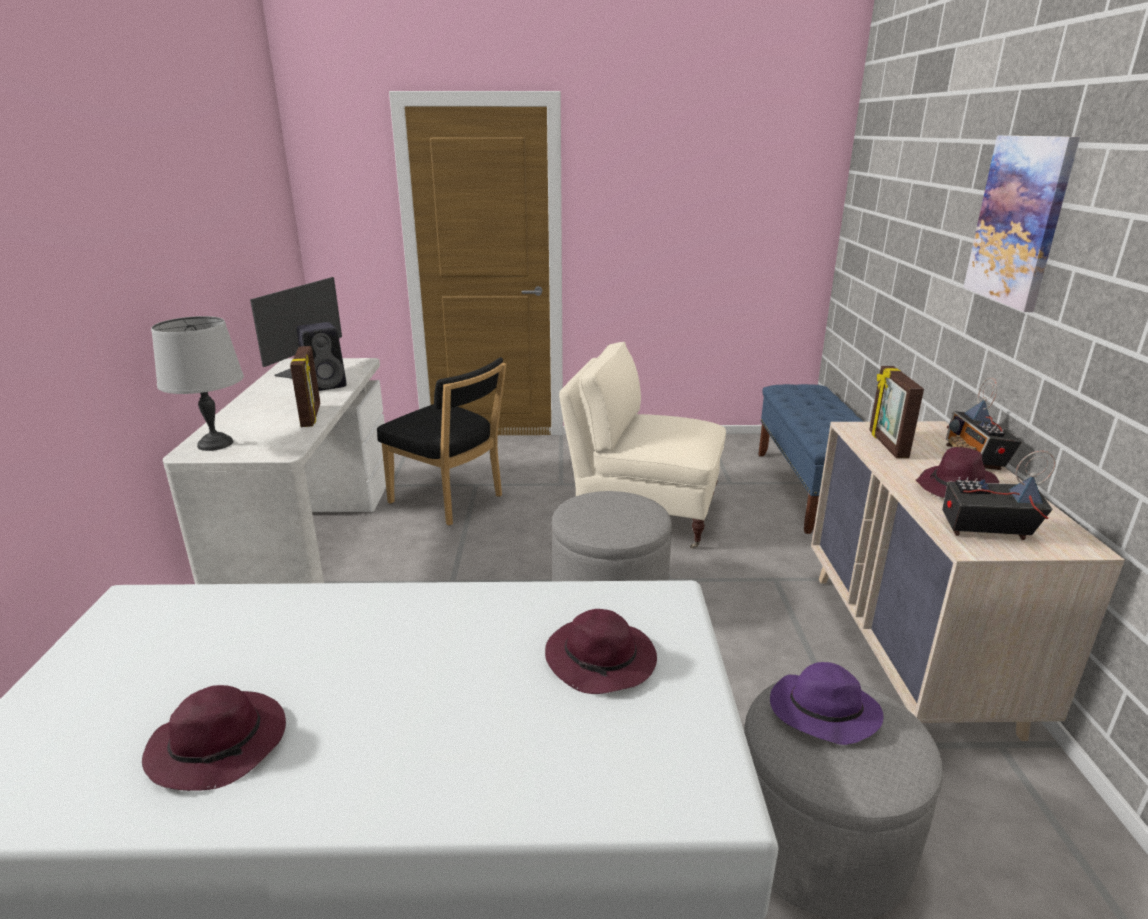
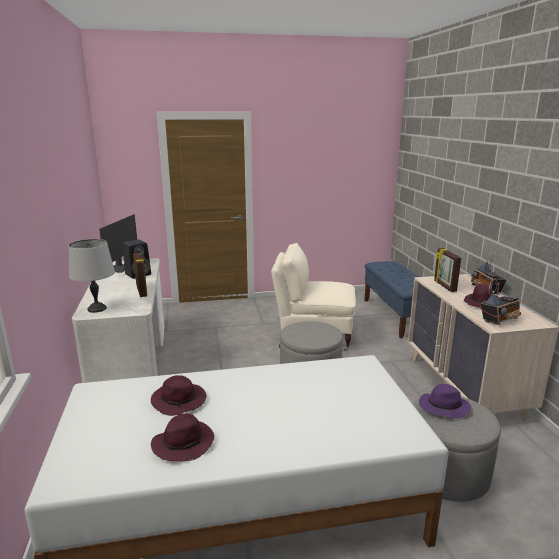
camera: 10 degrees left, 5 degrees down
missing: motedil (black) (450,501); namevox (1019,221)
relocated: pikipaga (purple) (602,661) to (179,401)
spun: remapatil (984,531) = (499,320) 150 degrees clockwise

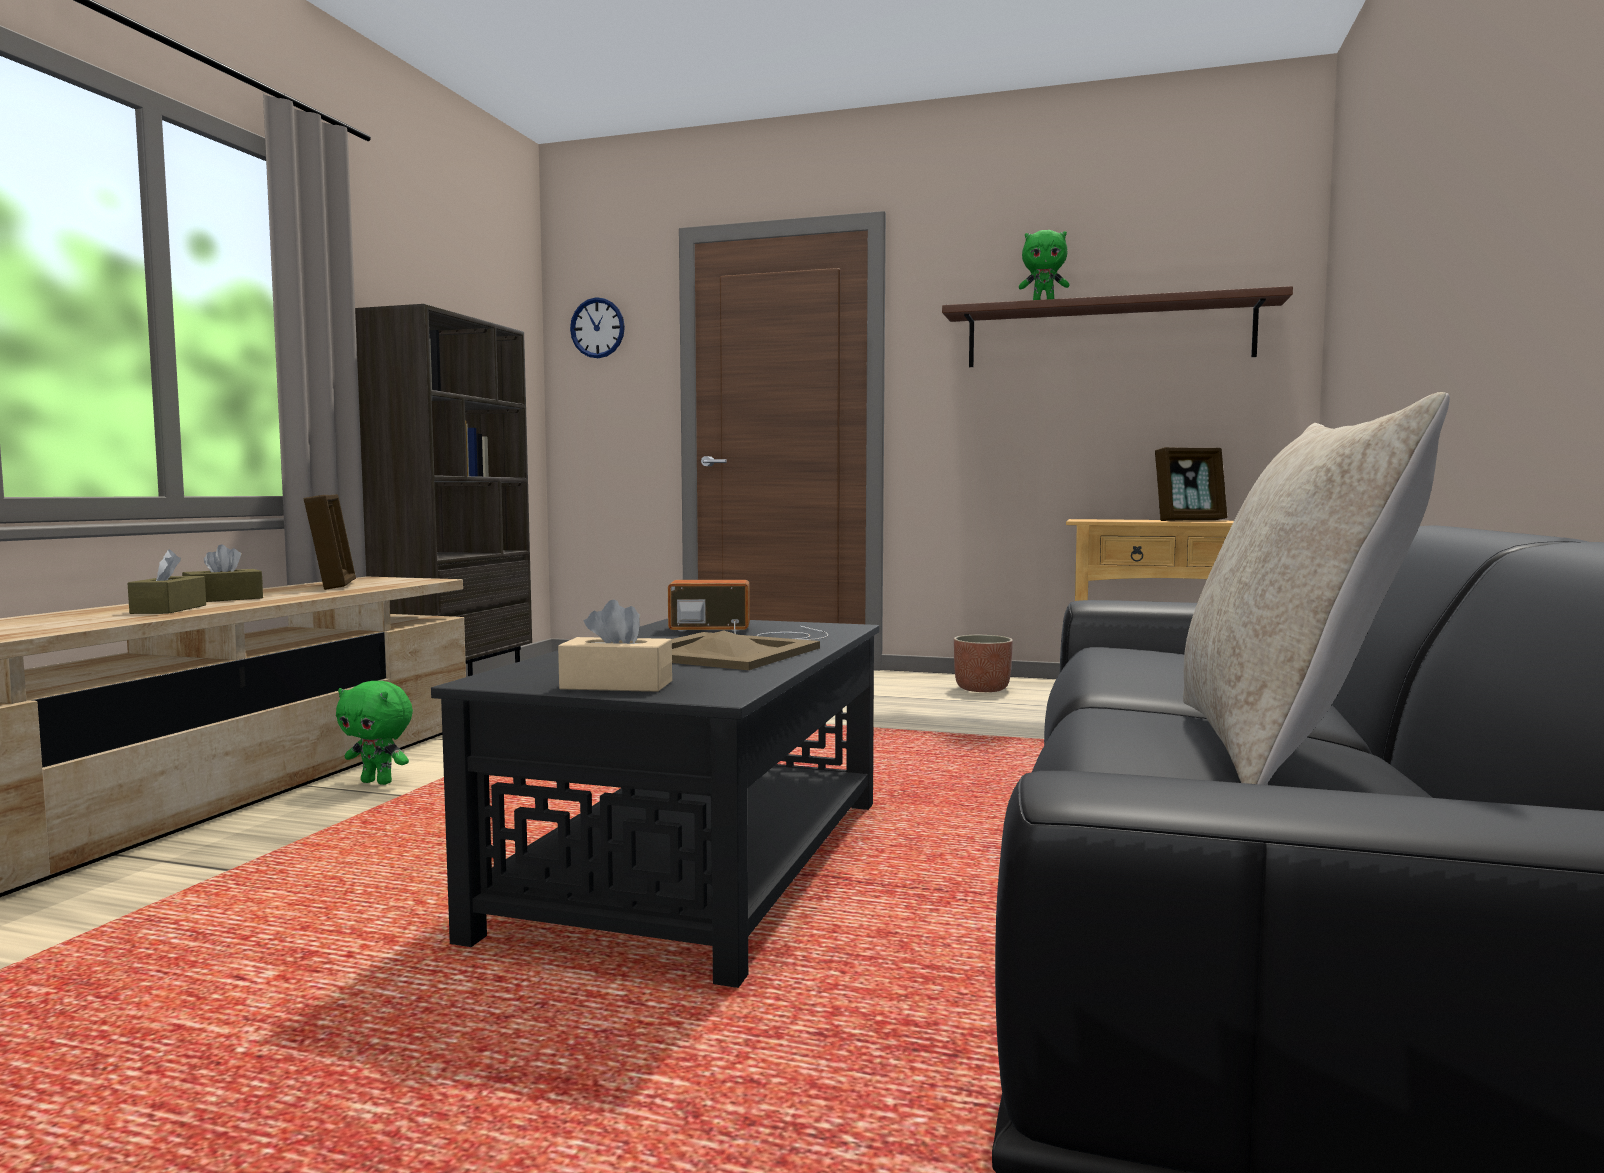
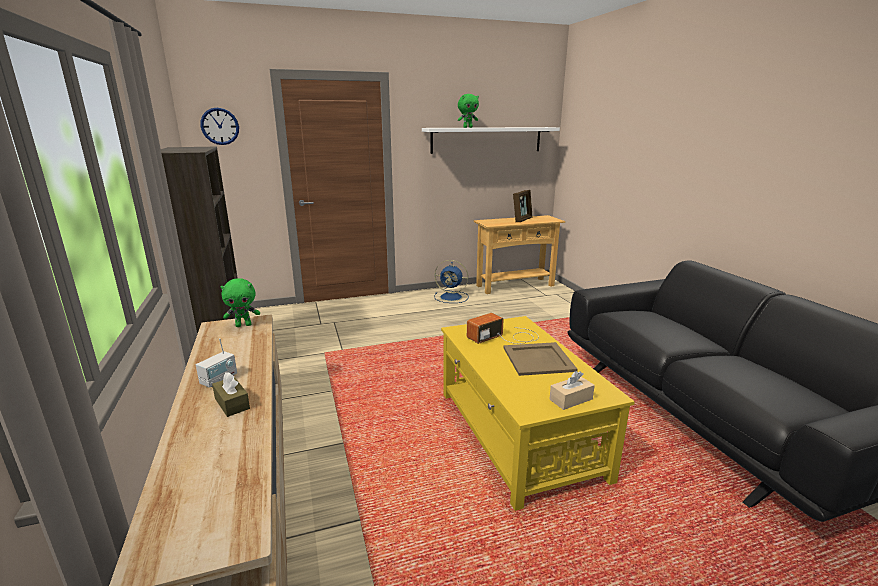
camera: 35 degrees left, 15 degrees up
missing: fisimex (333,585); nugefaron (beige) (1280,747)
relocated: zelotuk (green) (378,782) to (244,325)
exchanged: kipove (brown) (223,599) to remapatil (219,379); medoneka (982,689) to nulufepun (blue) (452,297)
colour: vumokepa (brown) (1107,334) to vumokepa (white) (486,140); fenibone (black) (697,864) to fenibone (yellow) (518,434)

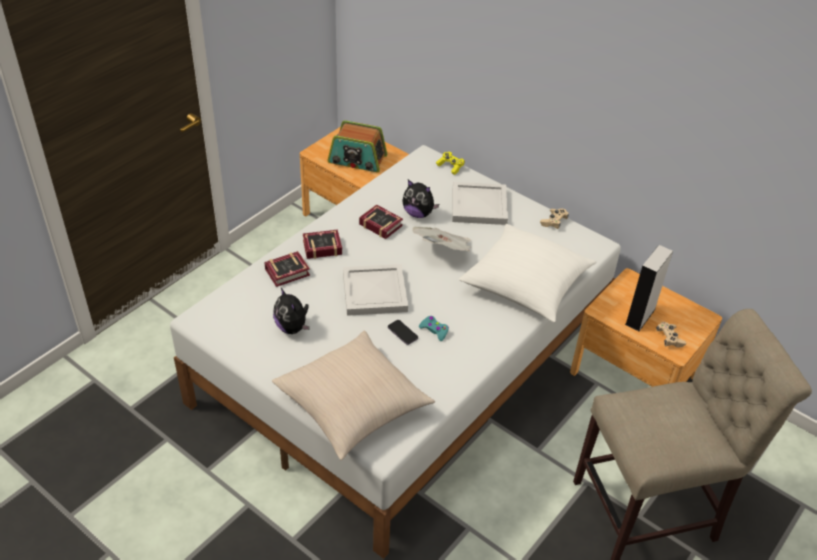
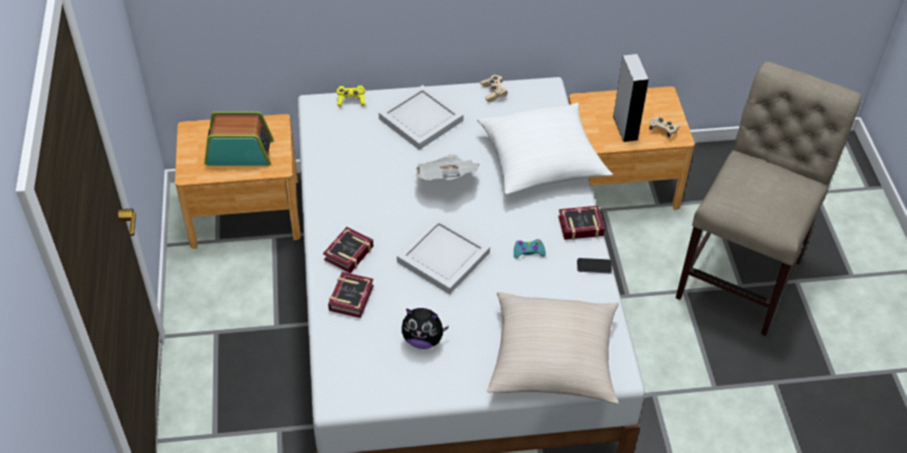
camera: 45 degrees left, 5 degrees up
missing: zelotuk (418,213)
relocated: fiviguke (380,224) to (578,225); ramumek (402,333) to (594,266)
spun: remapatil (357,159) = (239,152) 150 degrees counterclockwise

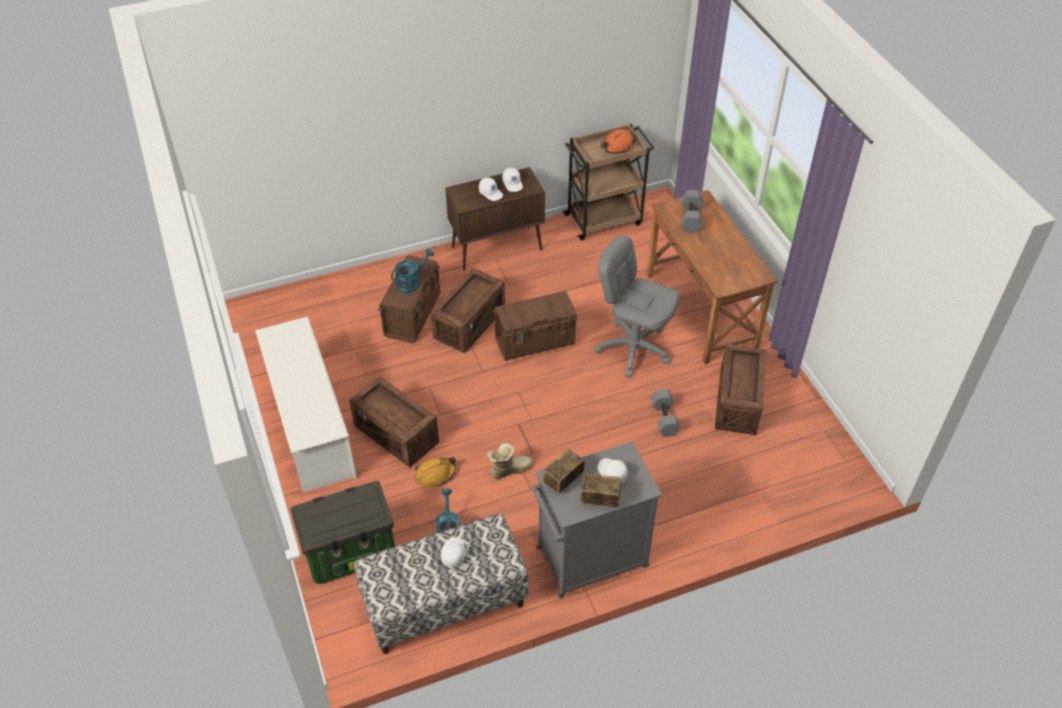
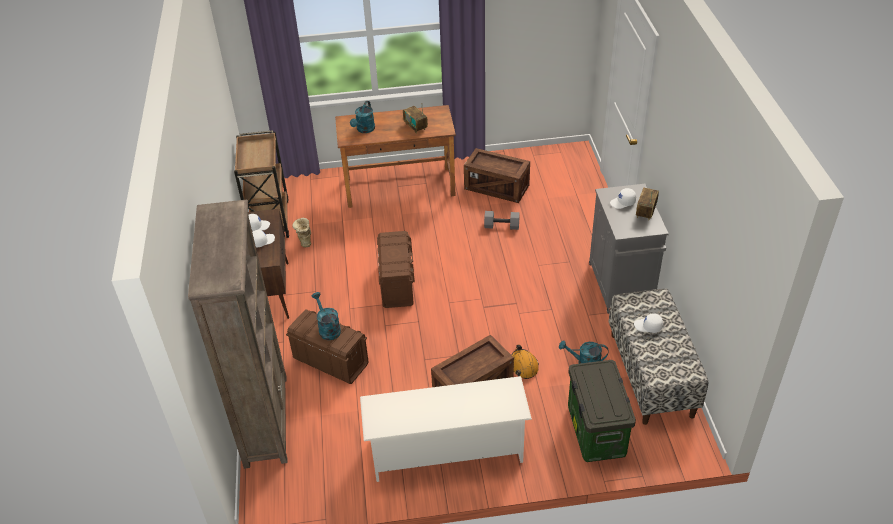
camera: 75 degrees left, 5 degrees down
missing: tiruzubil (469,323); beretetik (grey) (633,348); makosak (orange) (617,146)
appeared: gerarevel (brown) (266,420)
relocated: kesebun (509,469) to (304,239); remapatil (563,480) to (415,126)
exchanged: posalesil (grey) (691,218) to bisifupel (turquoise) (364,130)

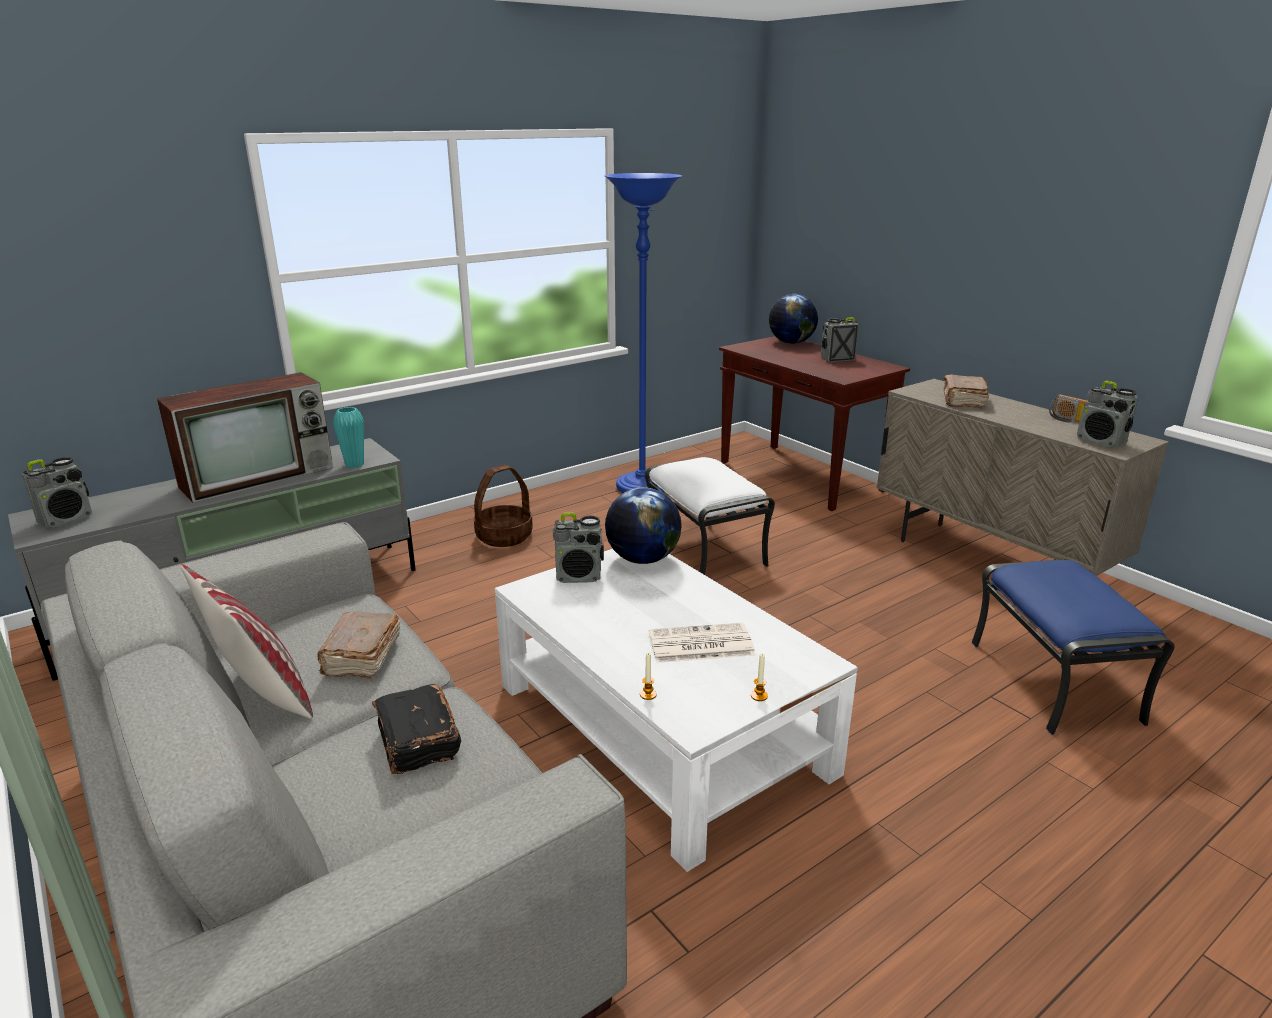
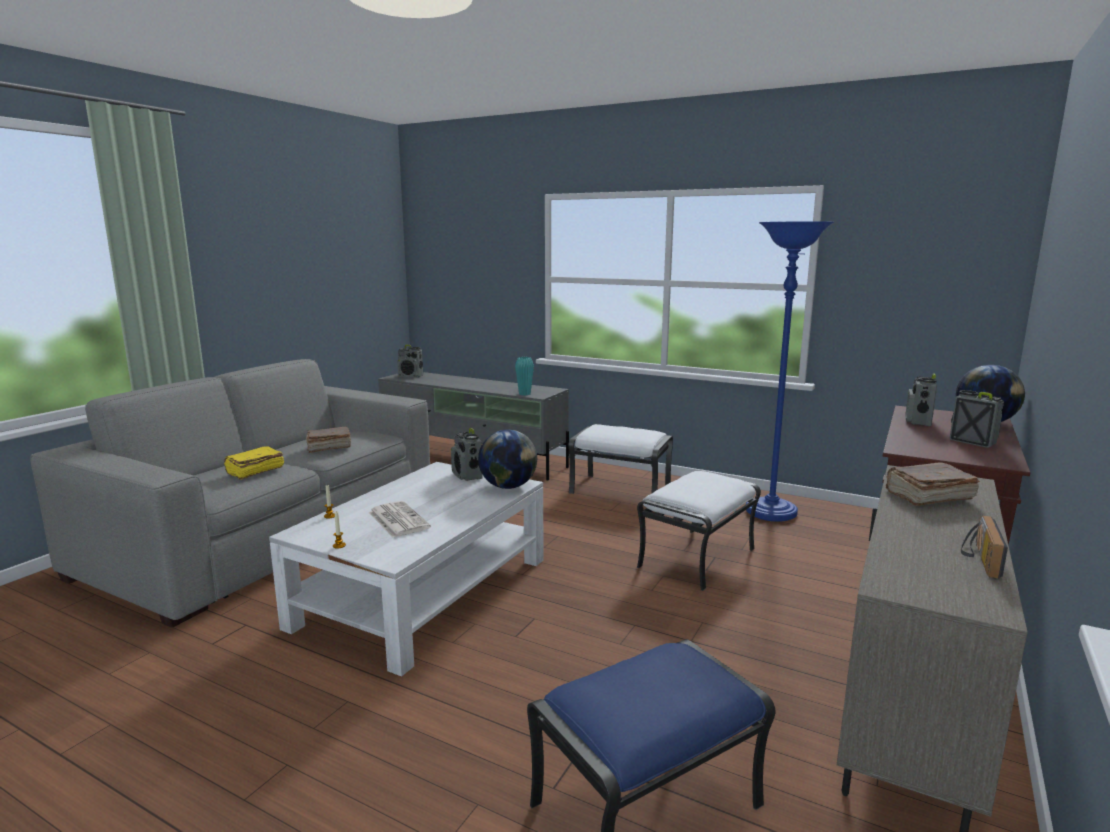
camera: 65 degrees right, 10 degrees down
missing: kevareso (260,476); nugefaron (262,694)
relocated: remapatil (1101,441) to (918,421)
exchanged: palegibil (504,536) to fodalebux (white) (621,490)
colour: fiviguke (black) (417,742) to fiviguke (yellow) (254,471)

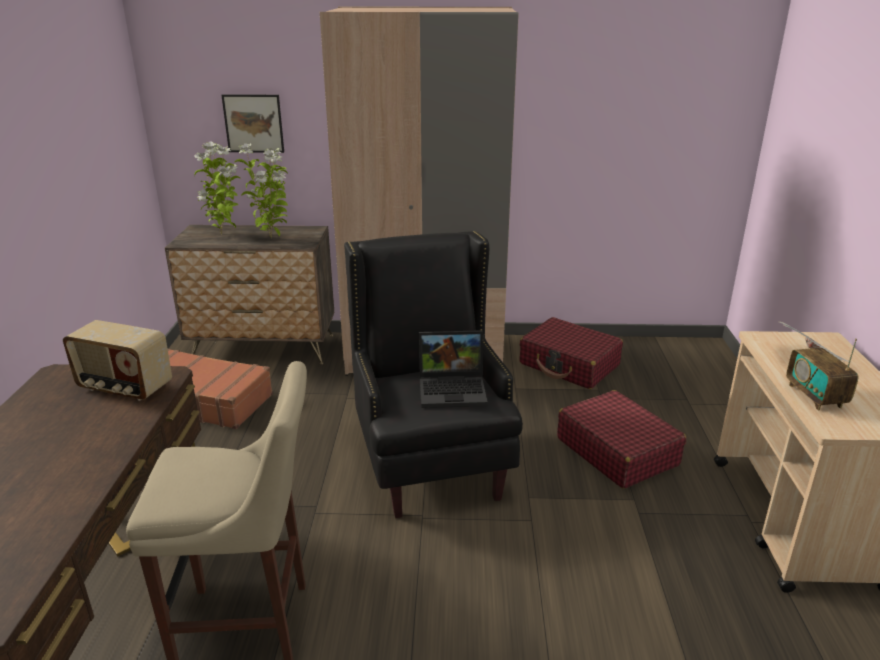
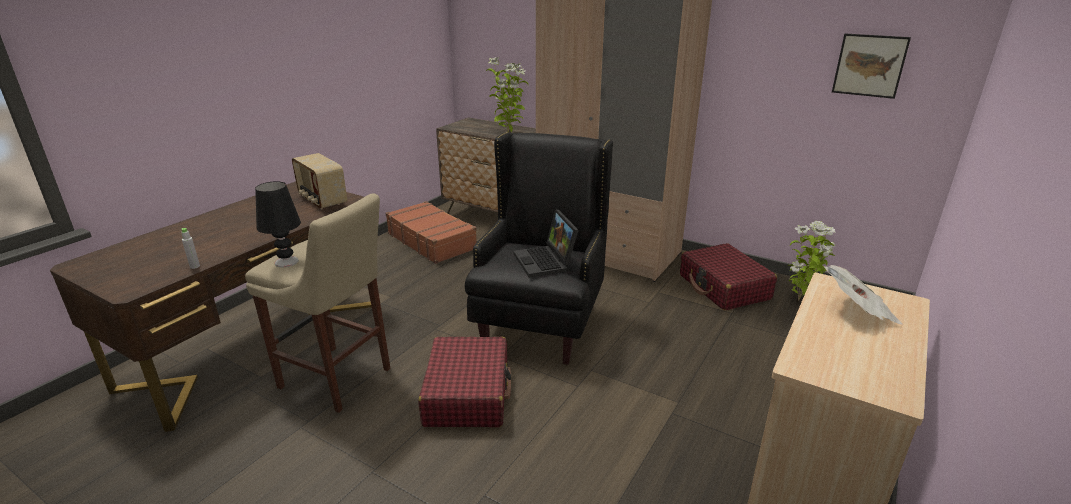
camera: 30 degrees right, 0 degrees up
missing: remapatil (815,396)
appeared: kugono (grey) (195,266); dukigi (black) (286,262)
relocated: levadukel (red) (616,451) to (467,393); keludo (223,234) to (800,300); namevox (253,123) to (869,65)
spun: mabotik (454,389) = (546,262) 45 degrees clockwise

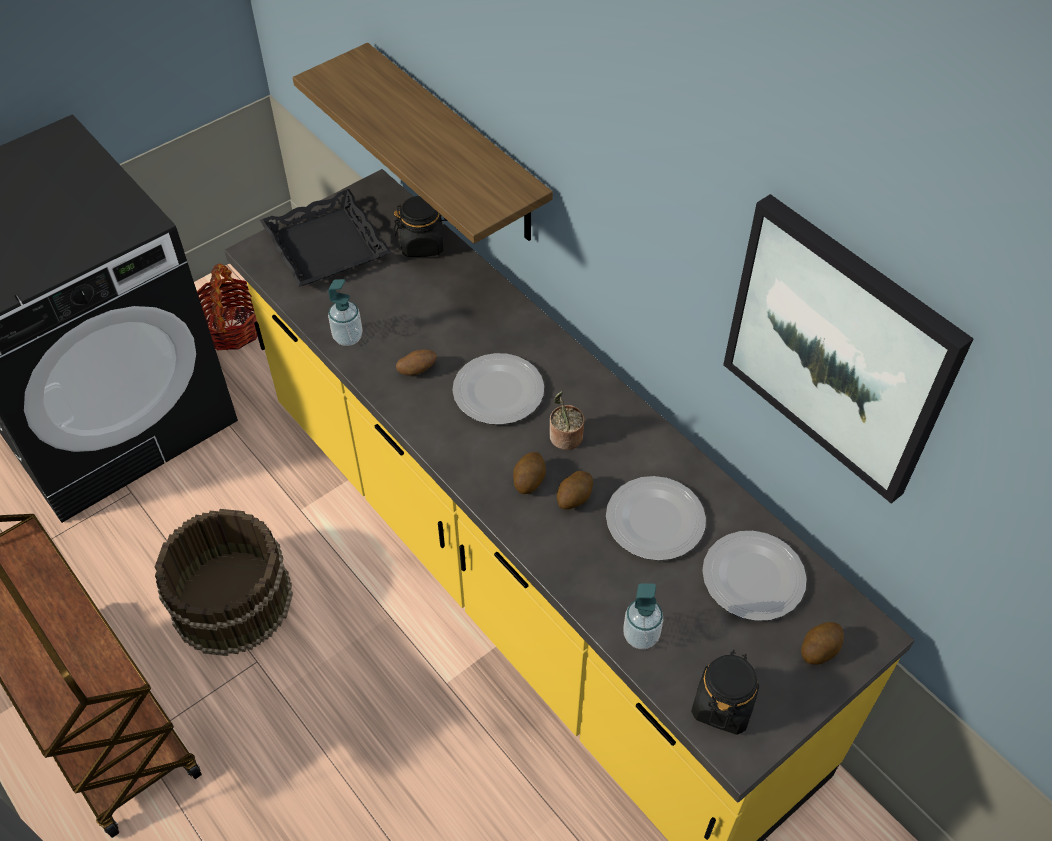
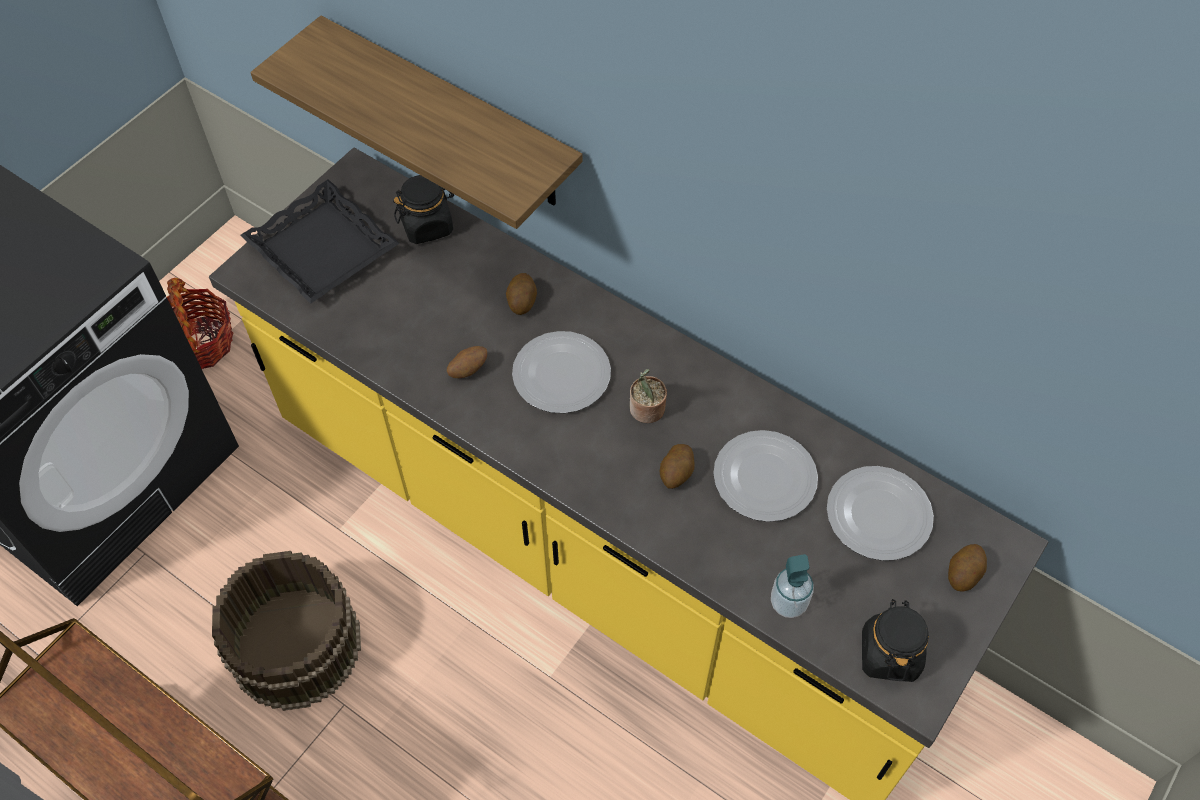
camera: 15 degrees left, 5 degrees up
missing: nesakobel (348,337); namevox (838,348)
relocated: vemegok (529,480) to (522,301)

